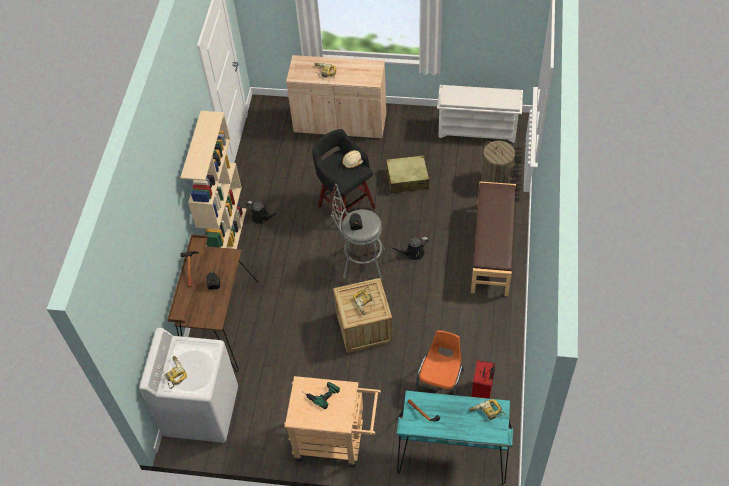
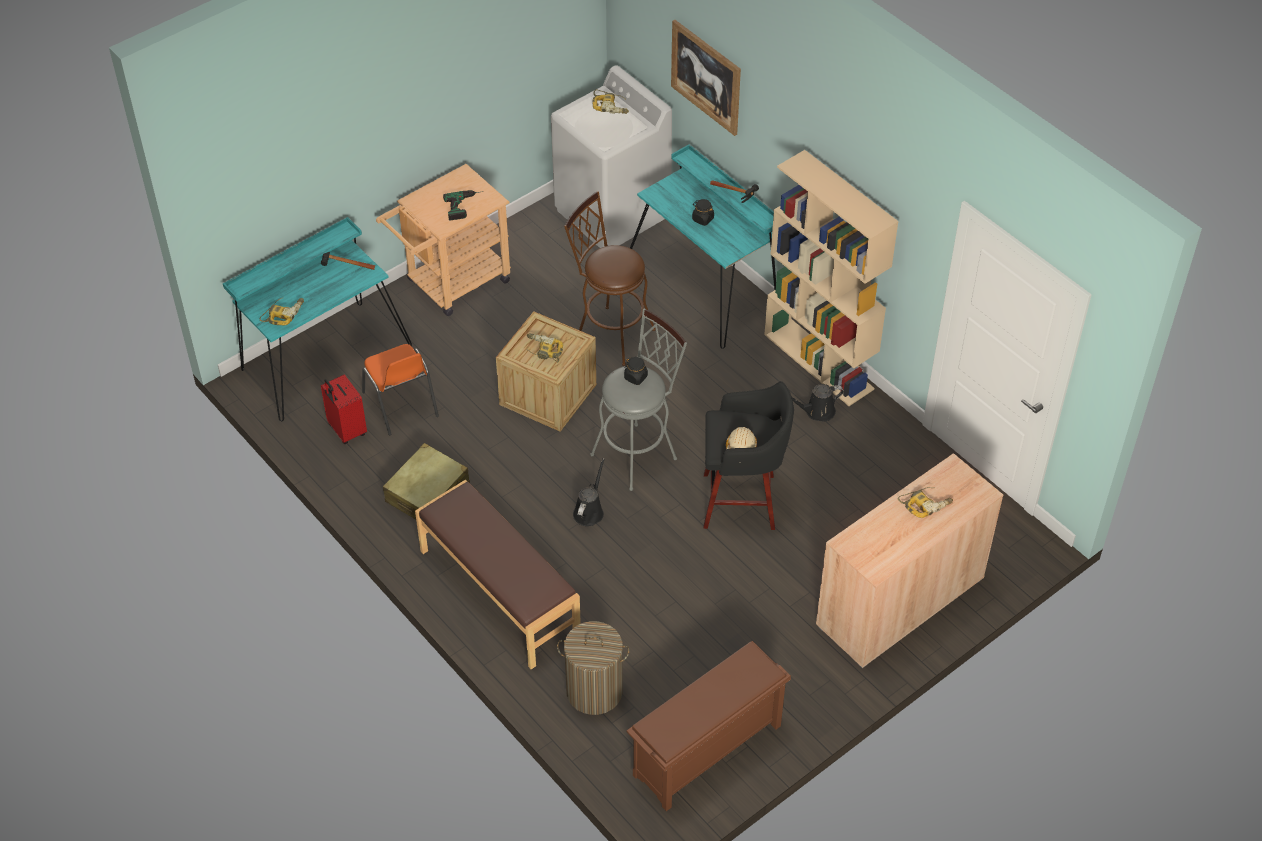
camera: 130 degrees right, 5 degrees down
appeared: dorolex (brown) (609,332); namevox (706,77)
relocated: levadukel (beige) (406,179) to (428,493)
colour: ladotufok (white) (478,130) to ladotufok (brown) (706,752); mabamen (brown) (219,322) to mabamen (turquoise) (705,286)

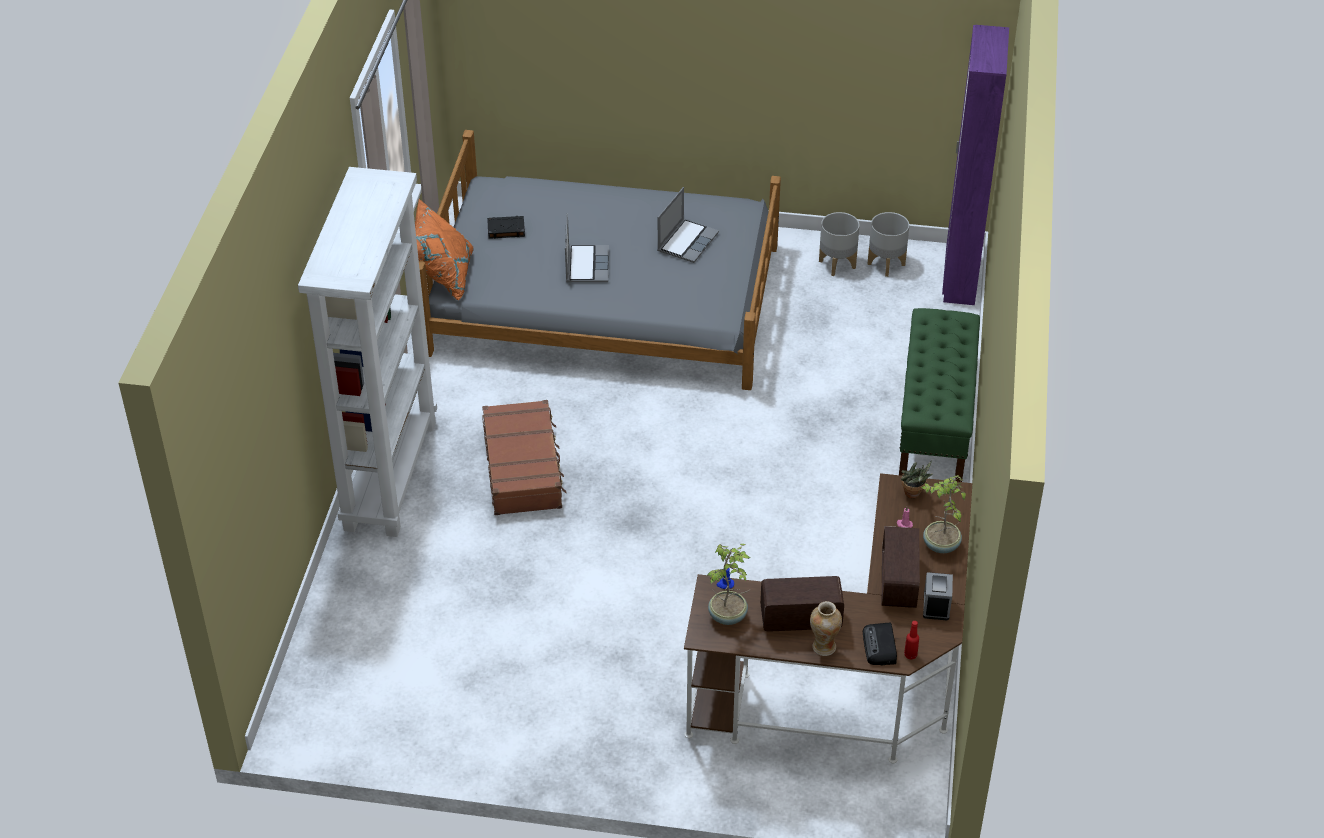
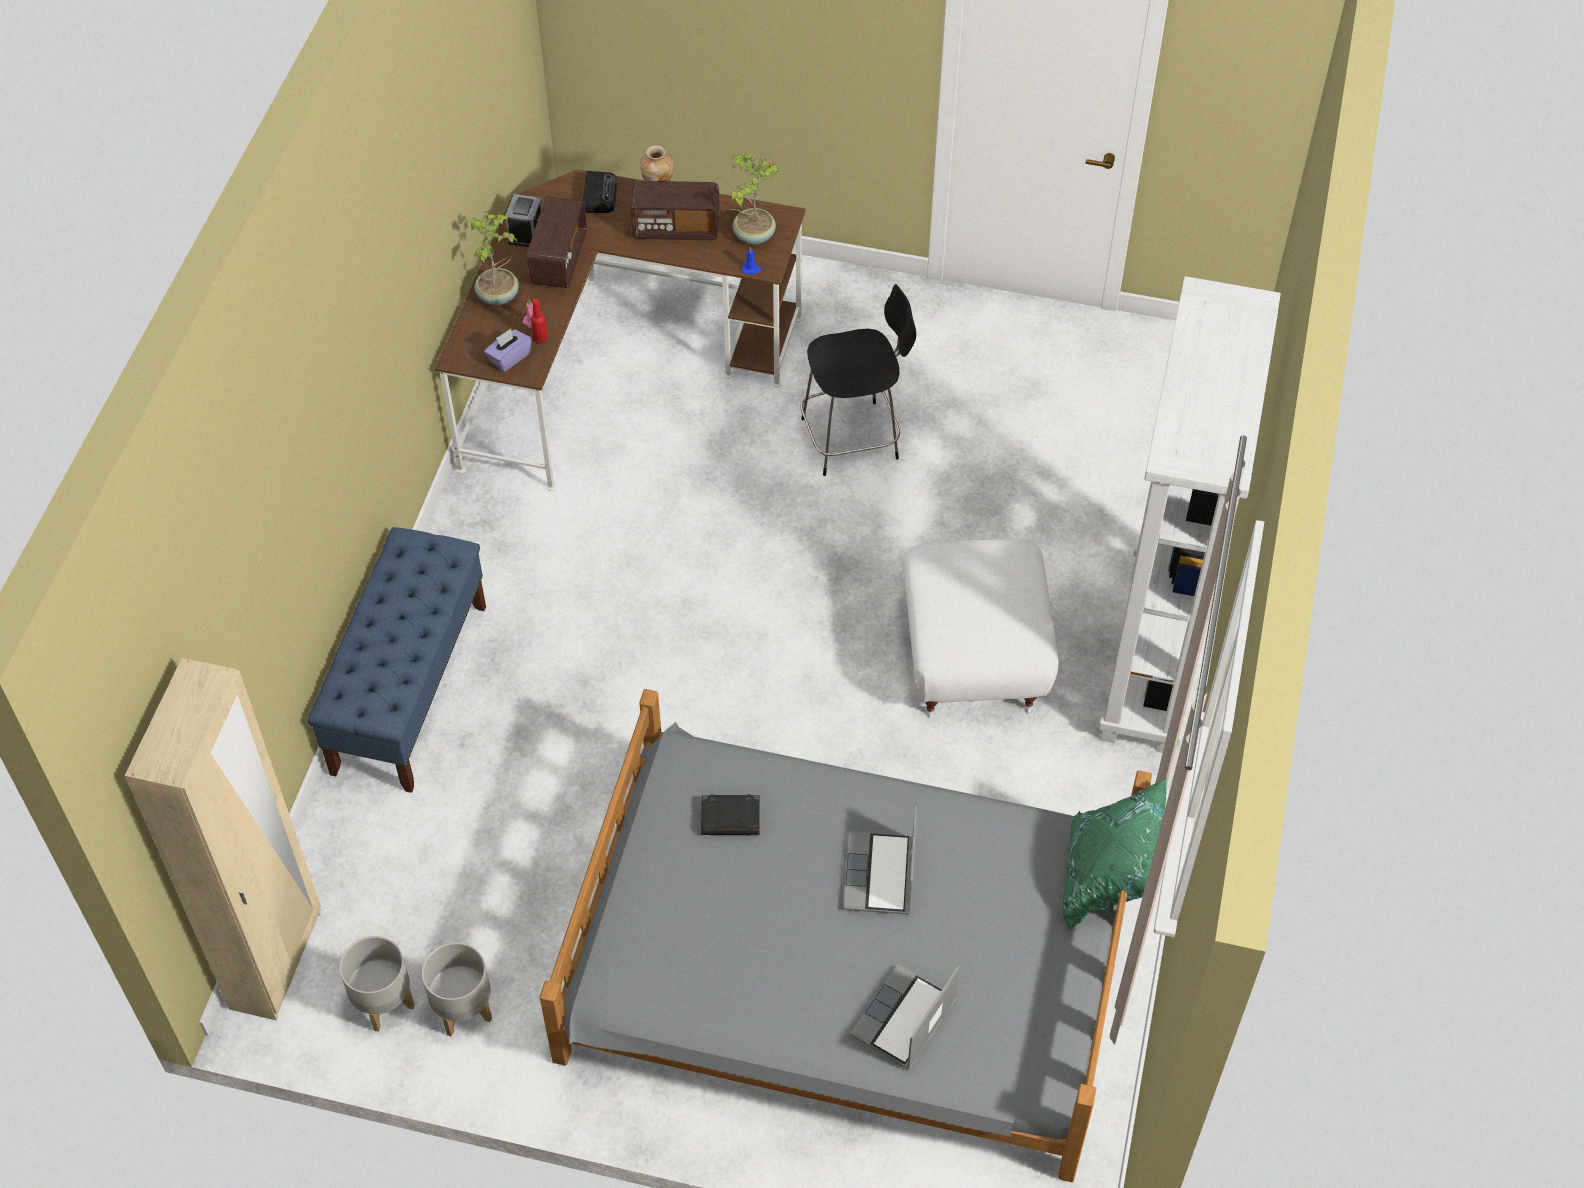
camera: 175 degrees left, 10 degrees up
appeared: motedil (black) (854,437)
relocated: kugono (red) (910,655) to (540,339); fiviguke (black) (505,229) to (731,818); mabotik (687,241) to (904,1020)
exchanged: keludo (913,494) to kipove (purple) (509,358); levadukel (brown) (523,468) to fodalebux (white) (976,657)
colour: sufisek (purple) (959,279) to sufisek (beige) (277,960); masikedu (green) (935,423) to masikedu (blue) (410,688); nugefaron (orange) (443,275) to nugefaron (green) (1107,878)

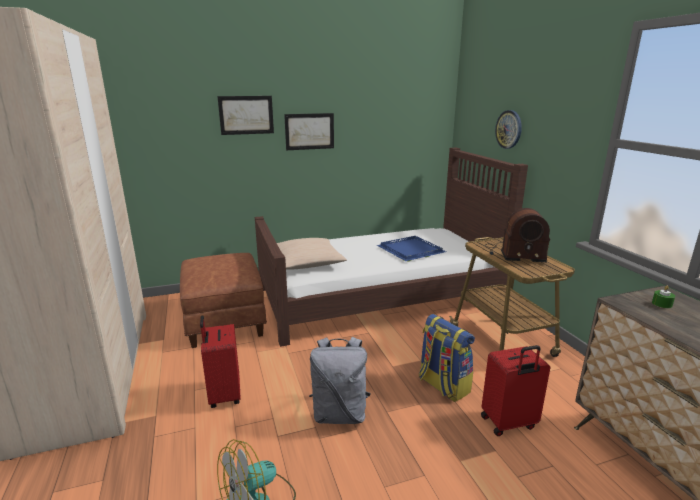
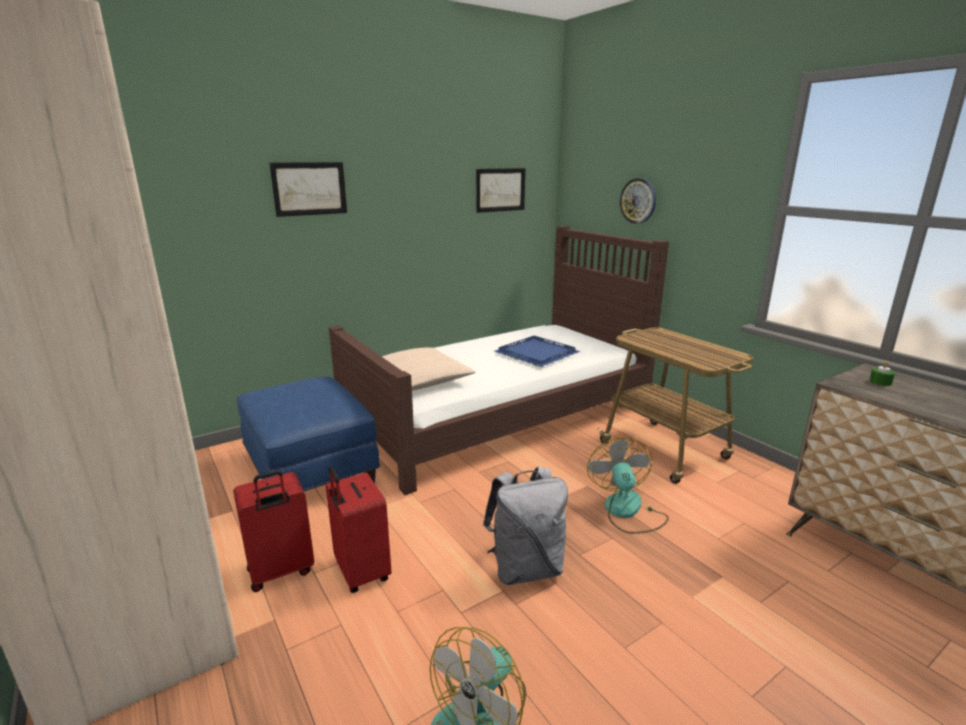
camera: 15 degrees left, 0 degrees up
missing: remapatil (513,253)
relocated: levadukel (red) (509,423) to (281,572); namevox (309,131) to (500,190)
exchanged: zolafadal (442,385) to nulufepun (627,512)
colour: fodalebux (brown) (226,320) to fodalebux (blue) (312,472)

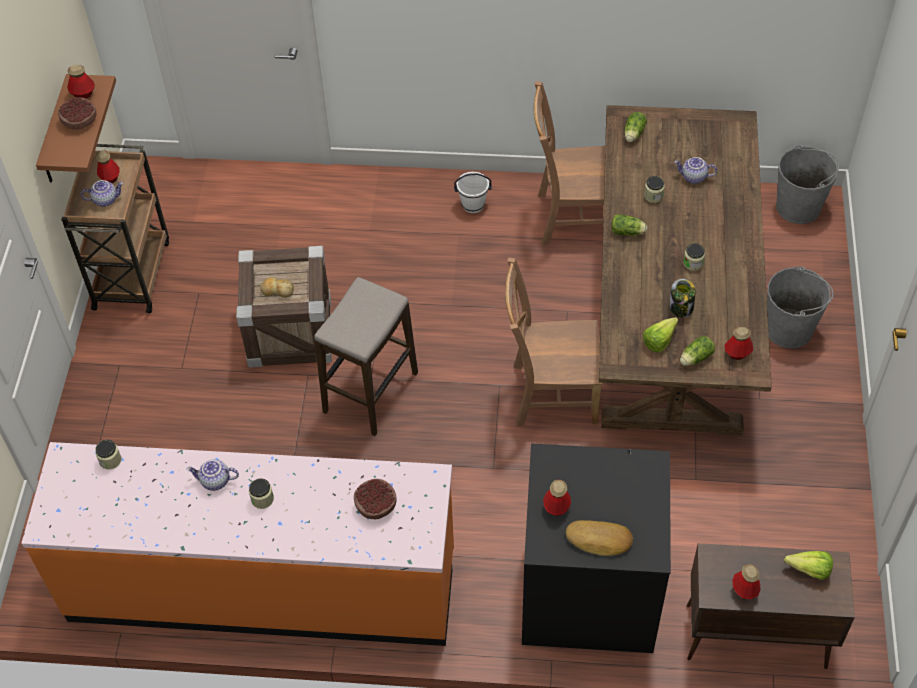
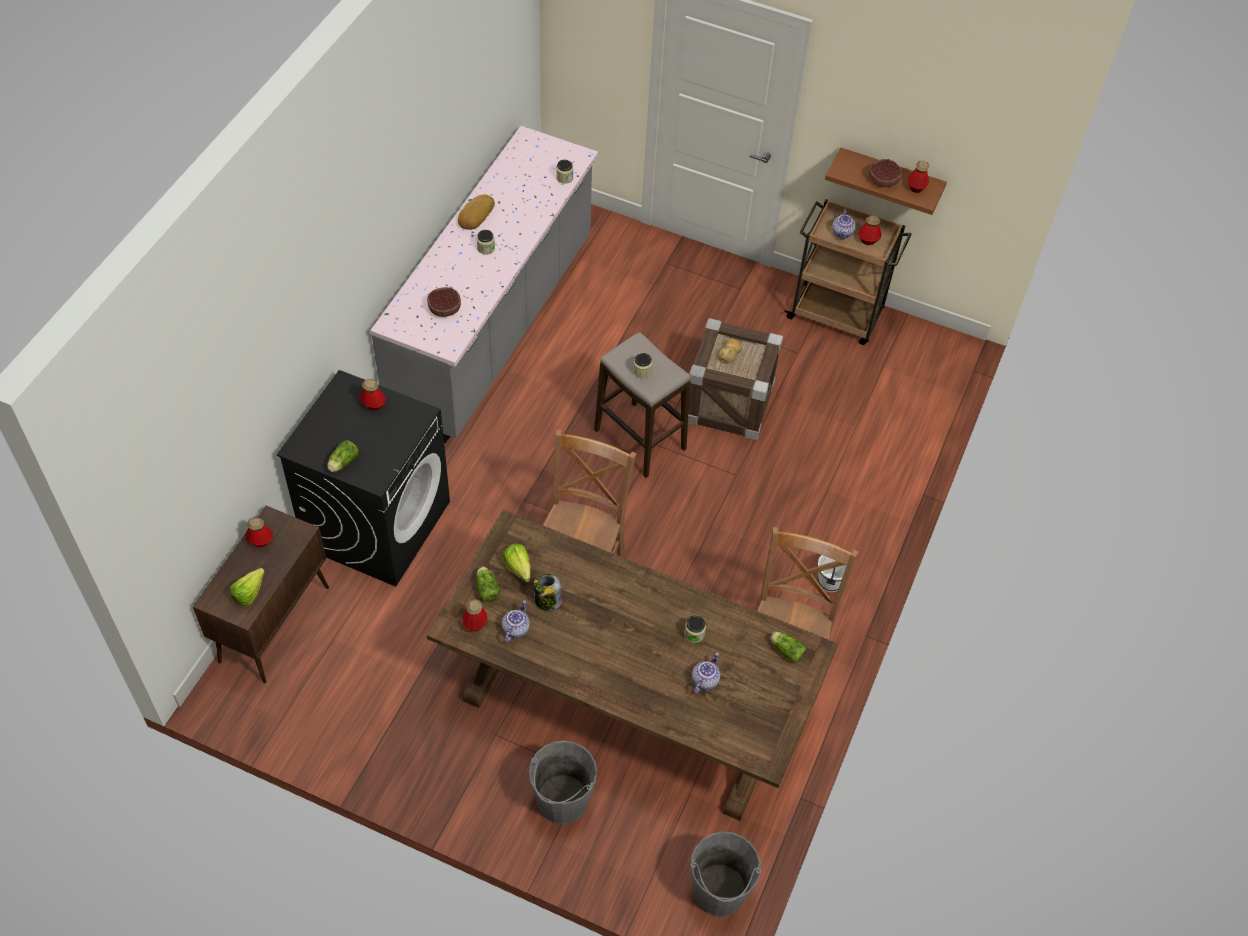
camera: 105 degrees right, 0 degrees up
relocated: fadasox (628,232) to (342,463); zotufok (599,540) to (475,215); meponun (215,481) to (515,628); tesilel (693,263) to (642,371)
colour: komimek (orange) (263,585) to komimek (grey) (494,328)

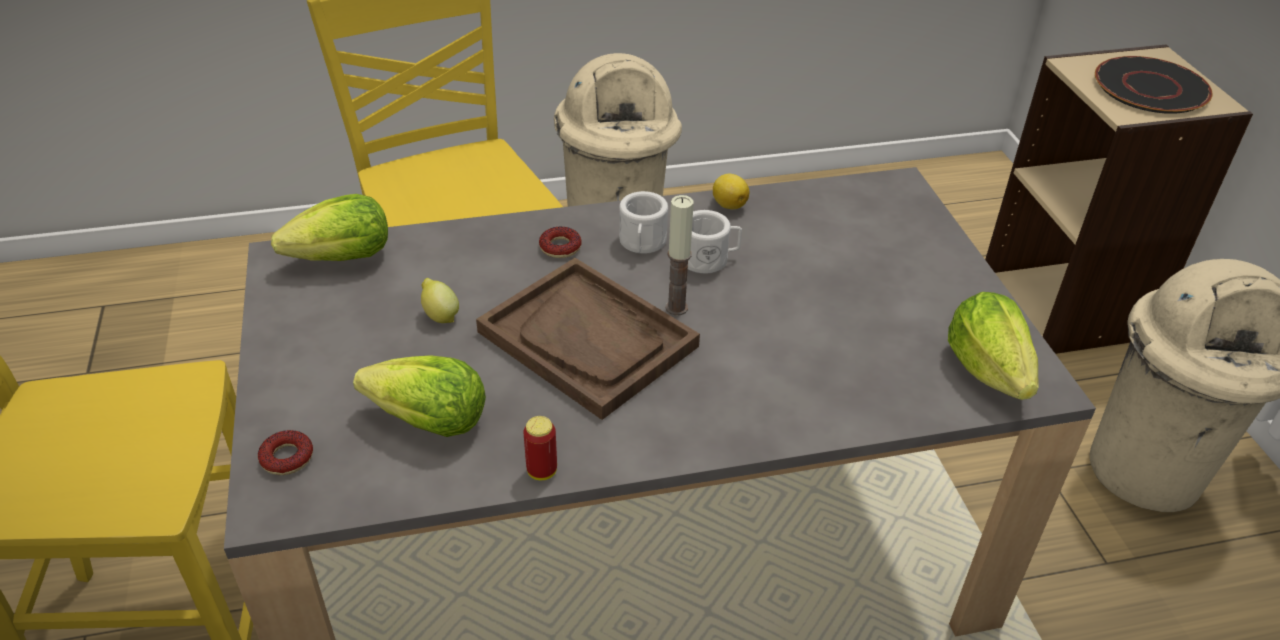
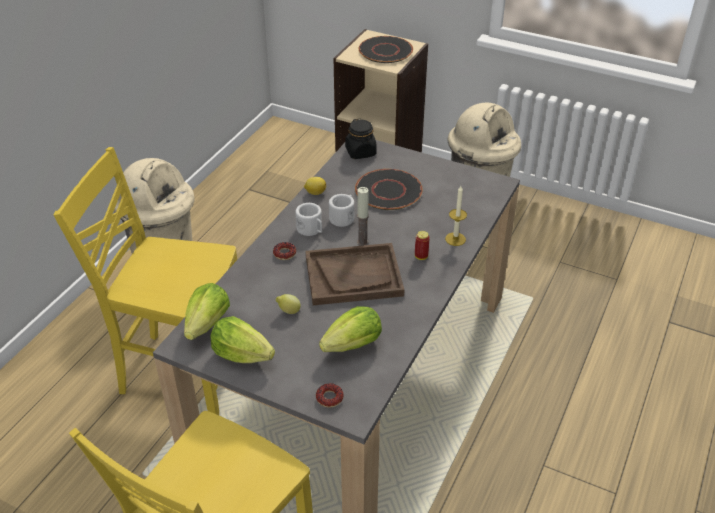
camera: 50 degrees left, 0 degrees up
appeared: tesilel (black) (361,152); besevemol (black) (388,190); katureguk (455,239)
relocated: fadasox (988,370) to (242,354); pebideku (542,471) to (421,256)

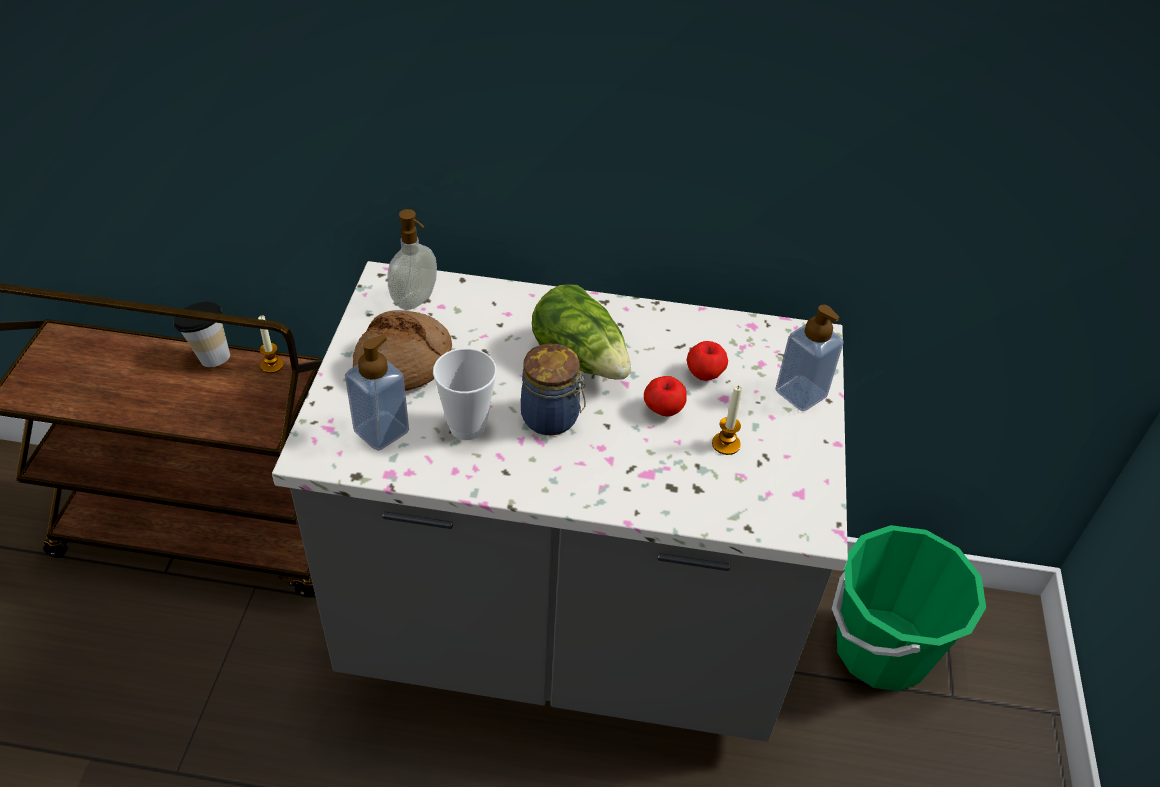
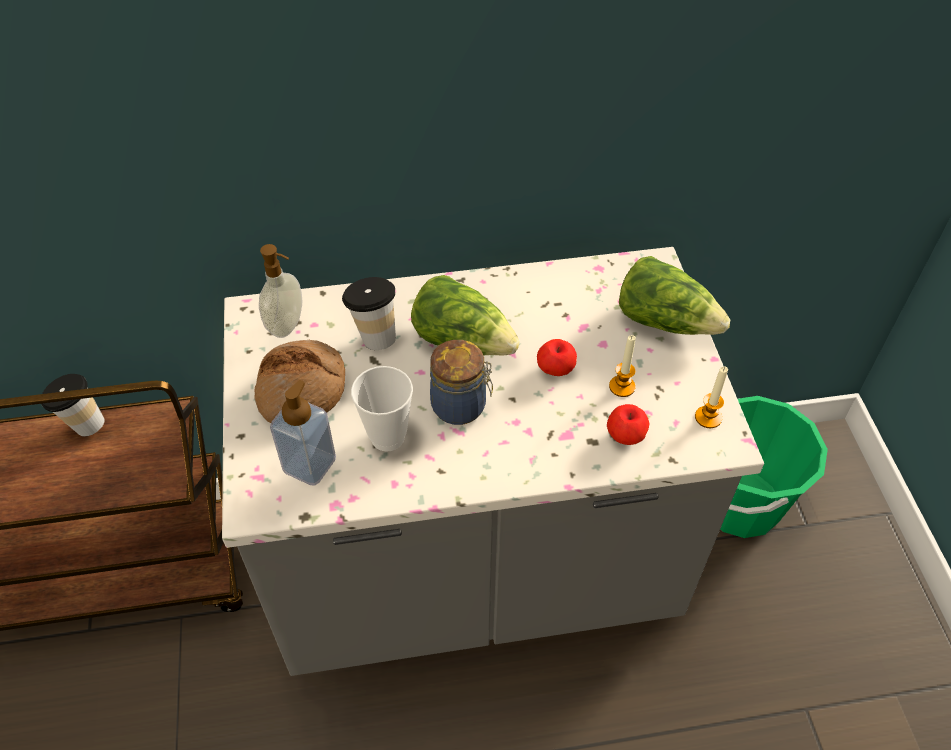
camera: 15 degrees left, 5 degrees up
appeared: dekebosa (374,335)
relocated: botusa (704,375) to (625,436); katureguk (272,365) to (708,417)
exchanged: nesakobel (800,393) to fadasox (665,321)

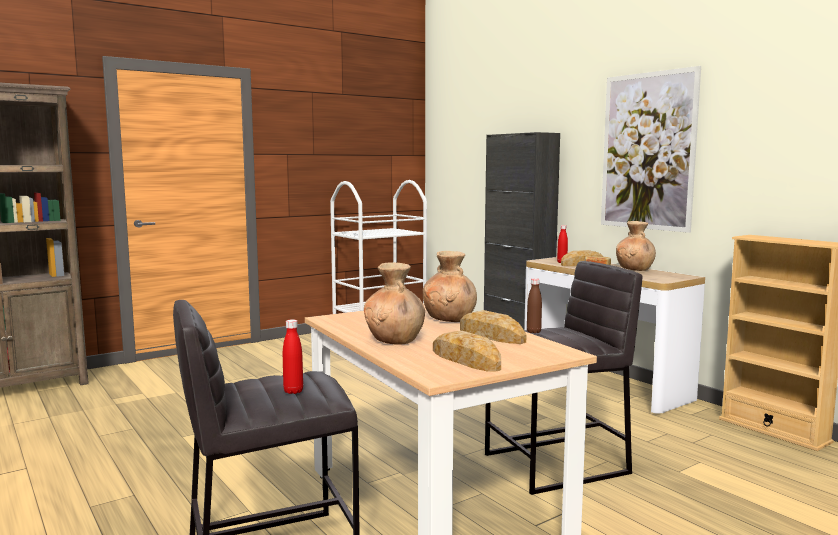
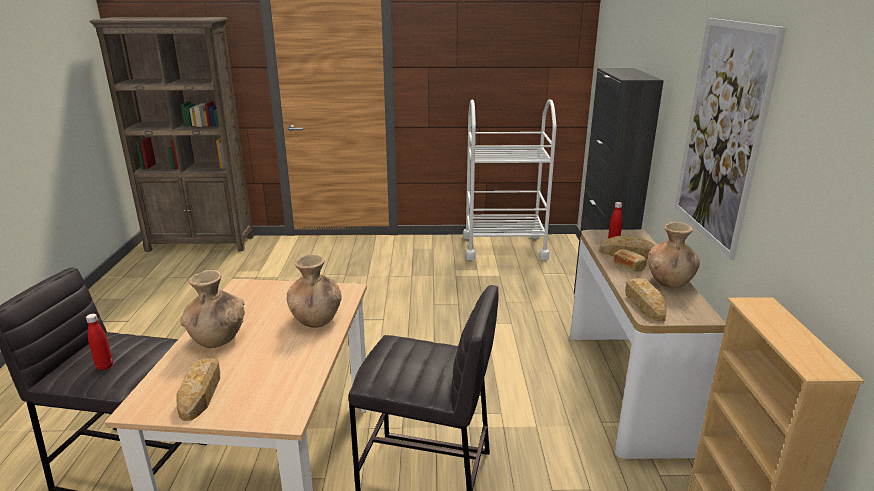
camera: 35 degrees right, 15 degrees up
missing: kugono (brown) (533,332)
relocated: zotufok (491,335) to (644,303)

